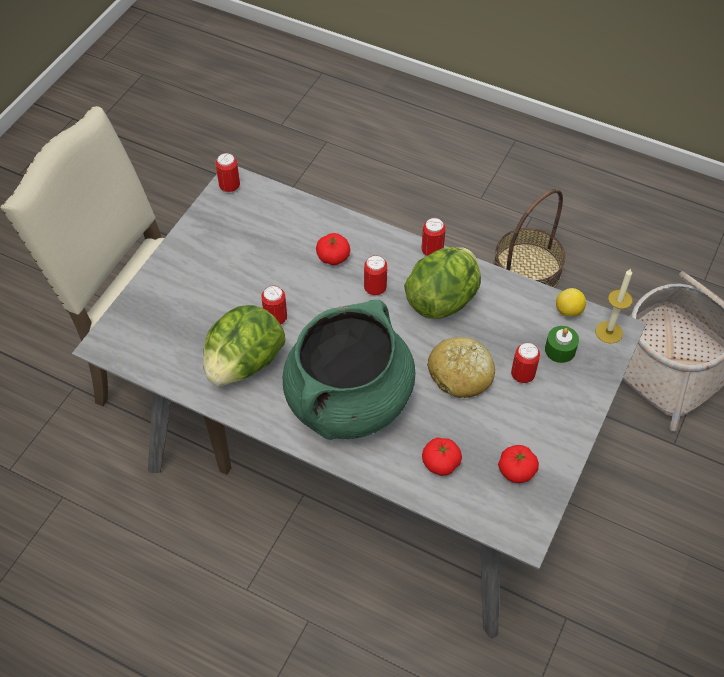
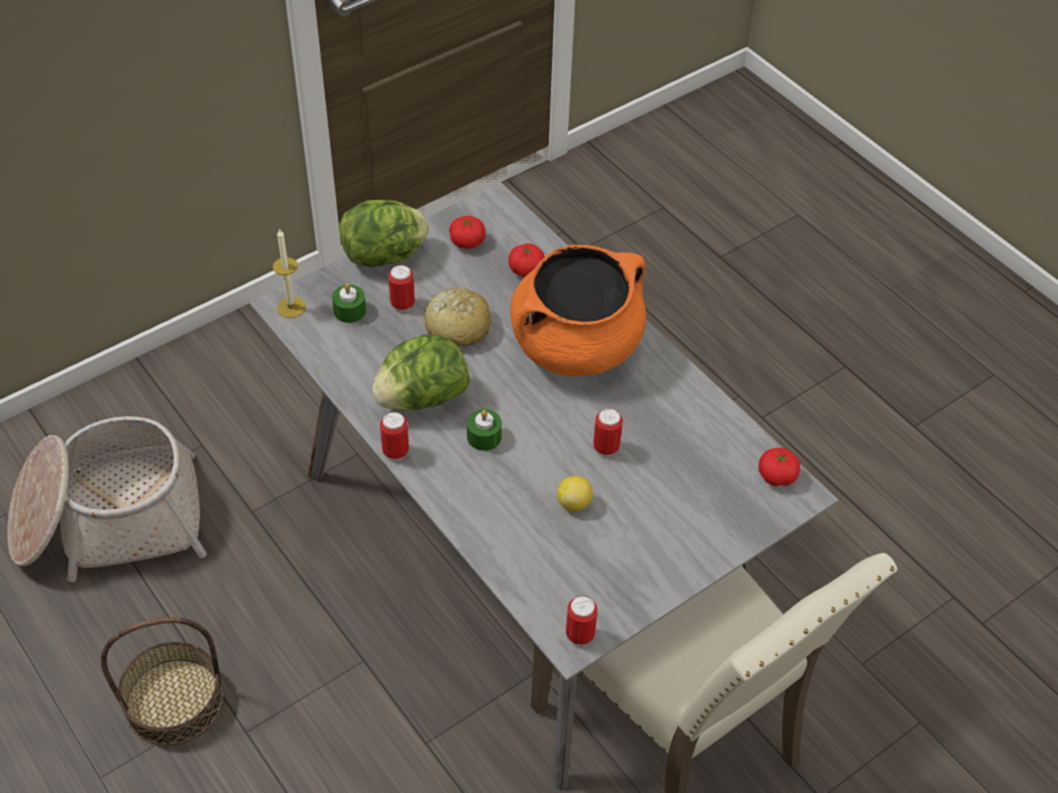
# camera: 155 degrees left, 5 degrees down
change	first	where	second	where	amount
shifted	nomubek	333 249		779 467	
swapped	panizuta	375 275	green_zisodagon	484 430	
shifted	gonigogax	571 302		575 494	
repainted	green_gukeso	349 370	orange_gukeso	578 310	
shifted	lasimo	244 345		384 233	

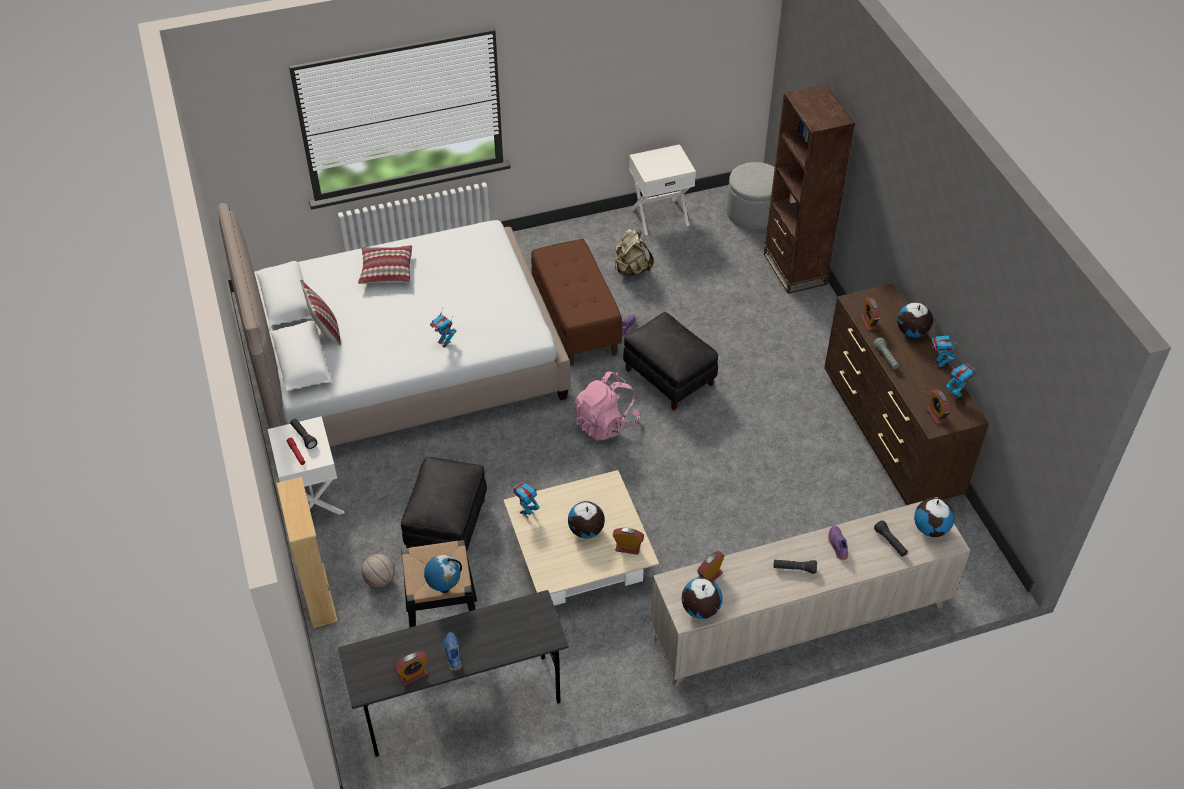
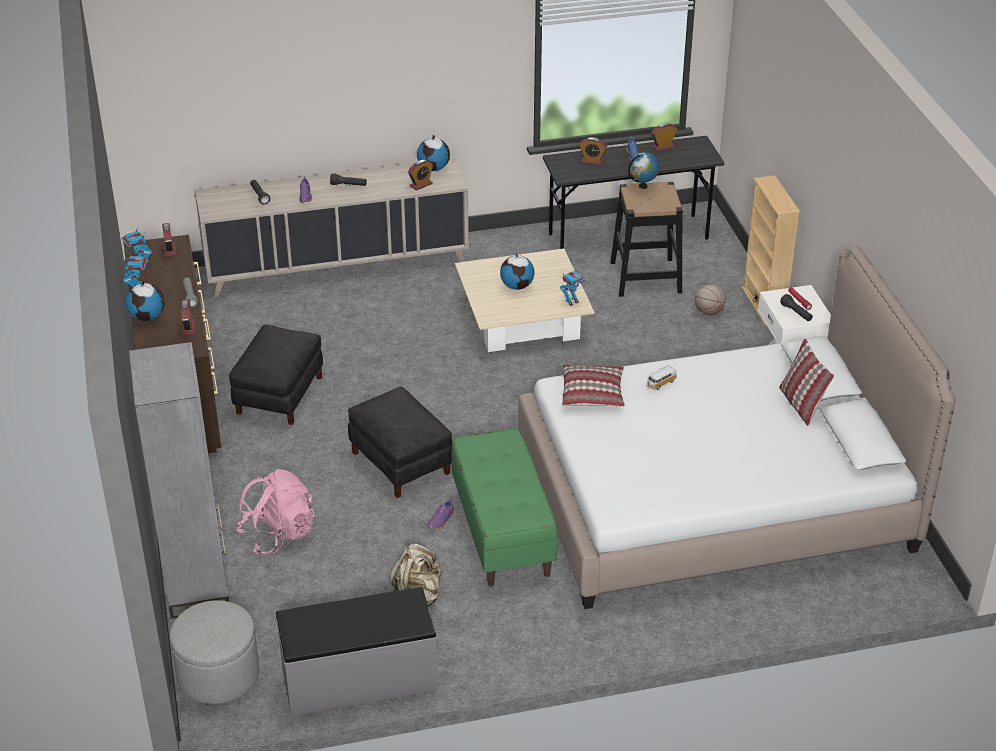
# camera: 175 degrees left, 10 degrees down
change	first	where	second	where	amount
repainted	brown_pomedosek	809 189	grey_pomedosek	179 480	
swapped	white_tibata	662 189	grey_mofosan	357 651	
repainted	brown_mofosan	576 302	green_mofosan	504 507	
shifted	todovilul	385 265		593 386	
swapped	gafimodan	443 329	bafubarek	662 377	
shifted	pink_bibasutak	607 406		276 512	
shifted	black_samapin	444 504		276 374	
gone	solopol	934 517			
shifted	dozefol	628 541		593 151	

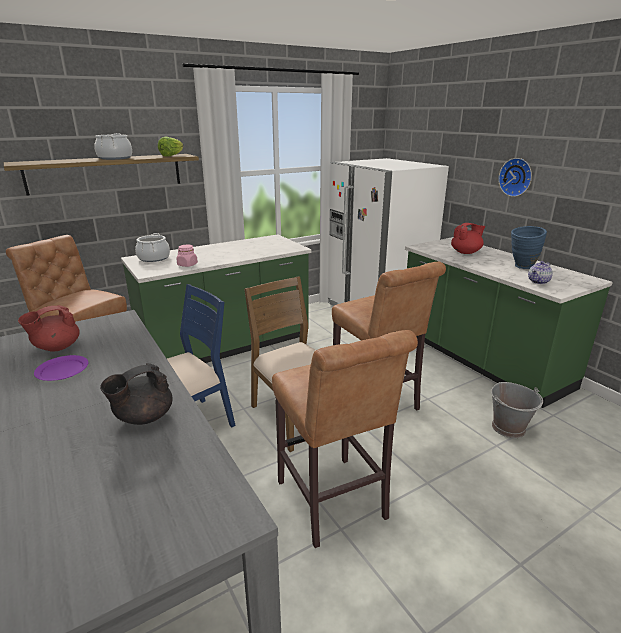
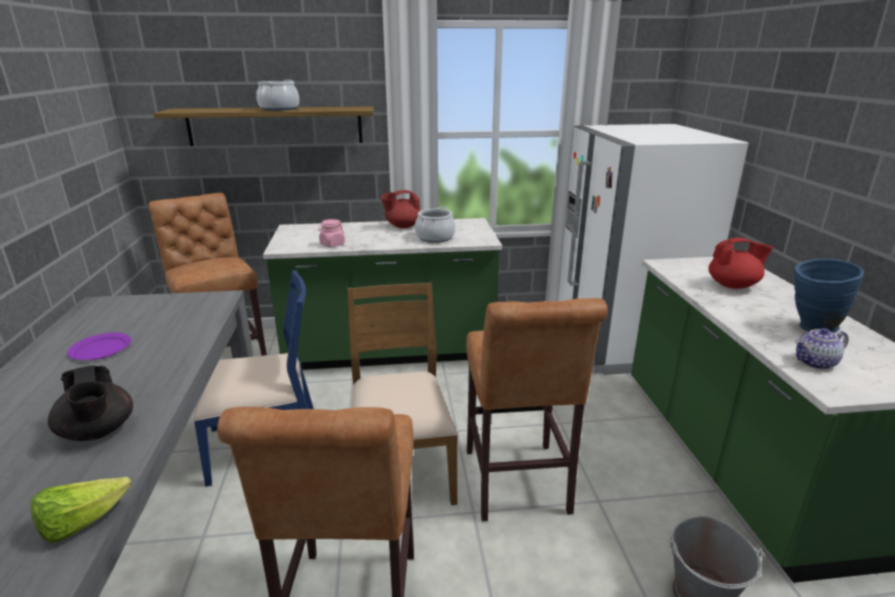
# camera: 25 degrees right, 0 degrees up
change	first	where	second	where	amount
shifted	lasimo	170 147		81 510	
gone	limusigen	515 177			
shifted	gukeso	152 247		435 225	
shifted	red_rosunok	49 328		401 209	
rotated	black_rosunok	136 394		90 403	105 degrees counterclockwise

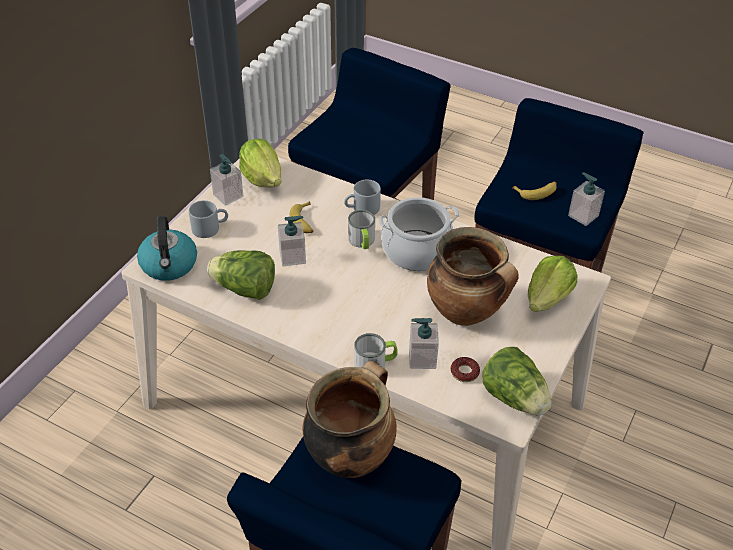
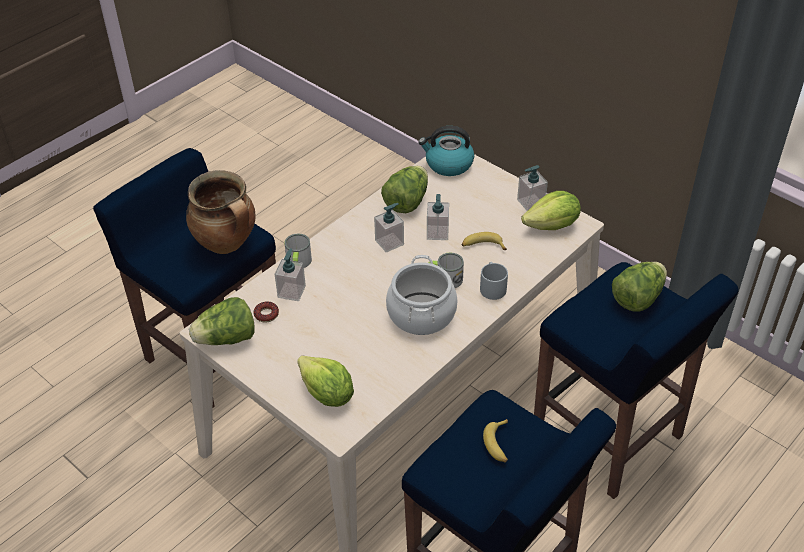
# camera: 105 degrees right, 0 degrees up
change	first	where	second	where	amount
shifted	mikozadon	586 199		389 228	
gone	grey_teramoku	208 219			
gone	gukeso	472 276			
new			lasimo	639 287	

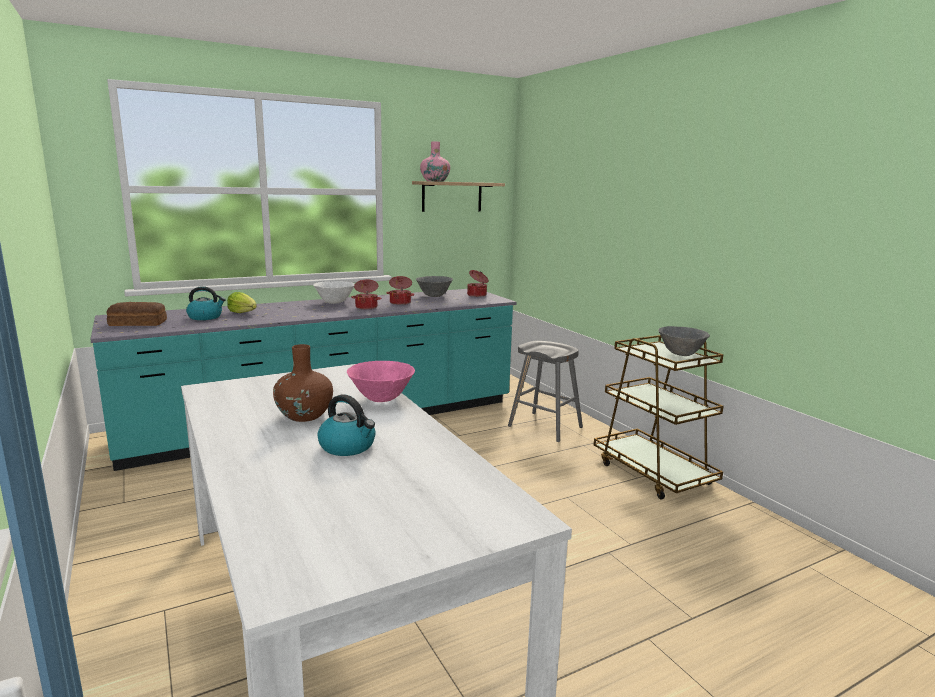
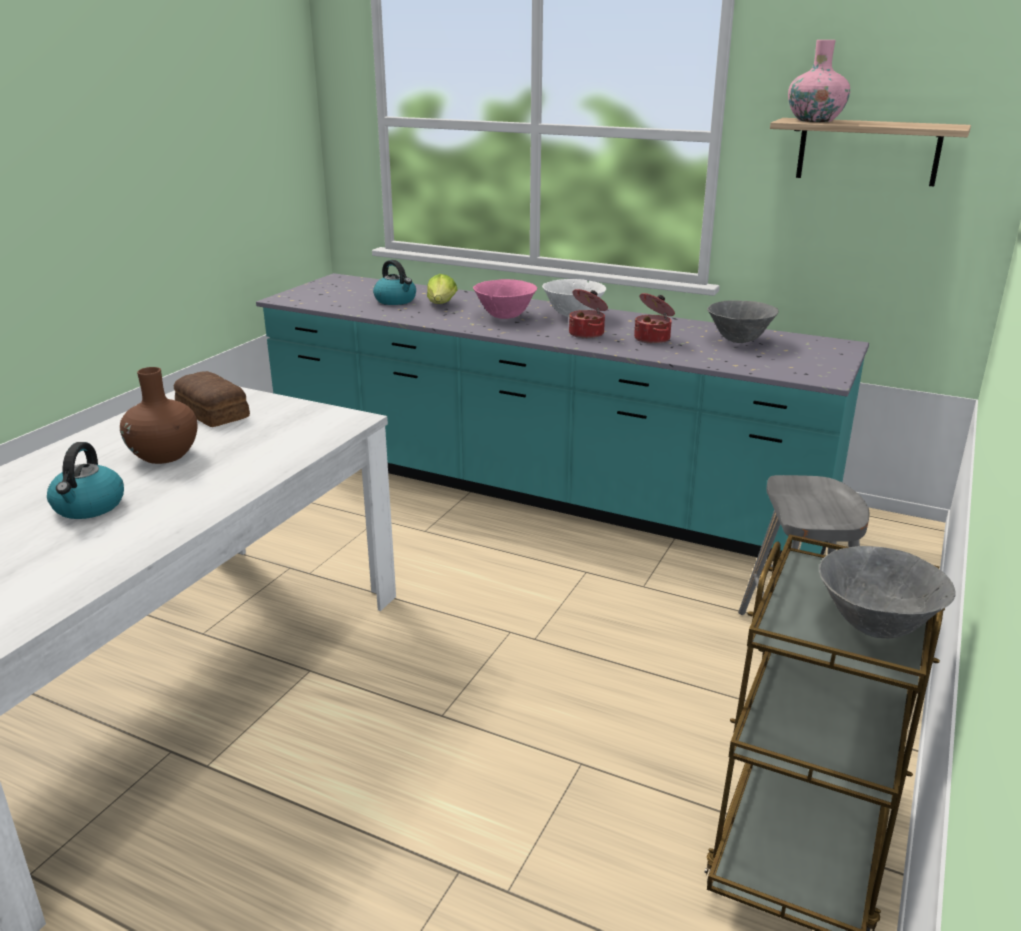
# camera: 55 degrees right, 10 degrees up
change	first	where	second	where	amount
gone	gukeso	477 283			
shifted	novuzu	137 314		212 399	
shifted	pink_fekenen	381 381		505 299	

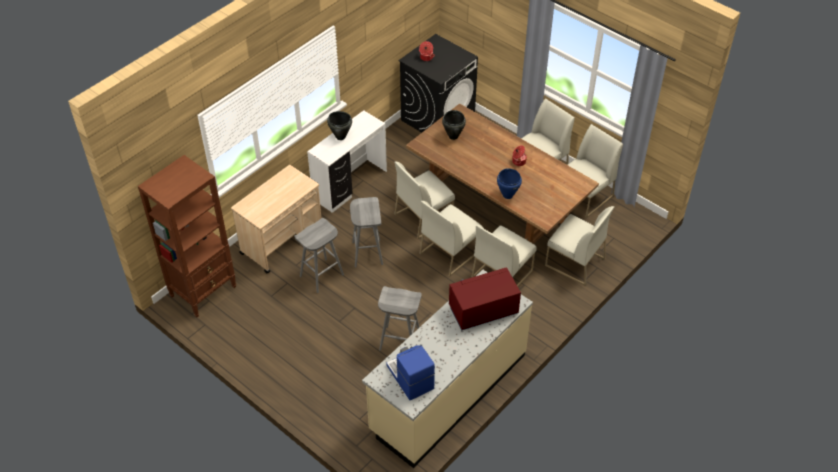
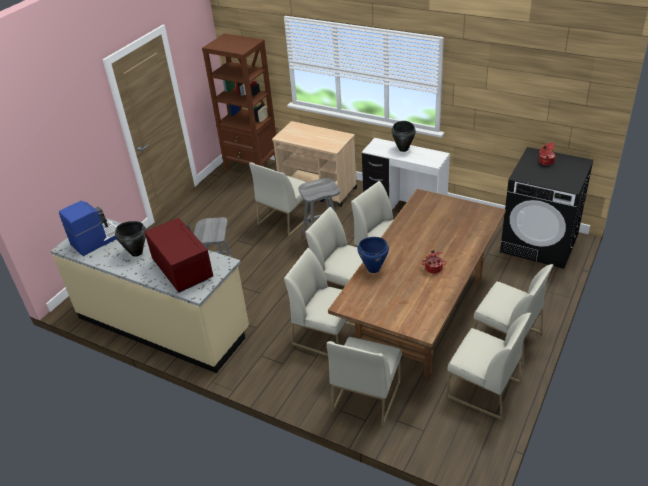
# camera: 80 degrees right, 10 degrees down
change	first	where	second	where	amount
shifted	black_gukeso	454 125		130 239	
swapped	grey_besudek	319 255	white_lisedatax	280 200	

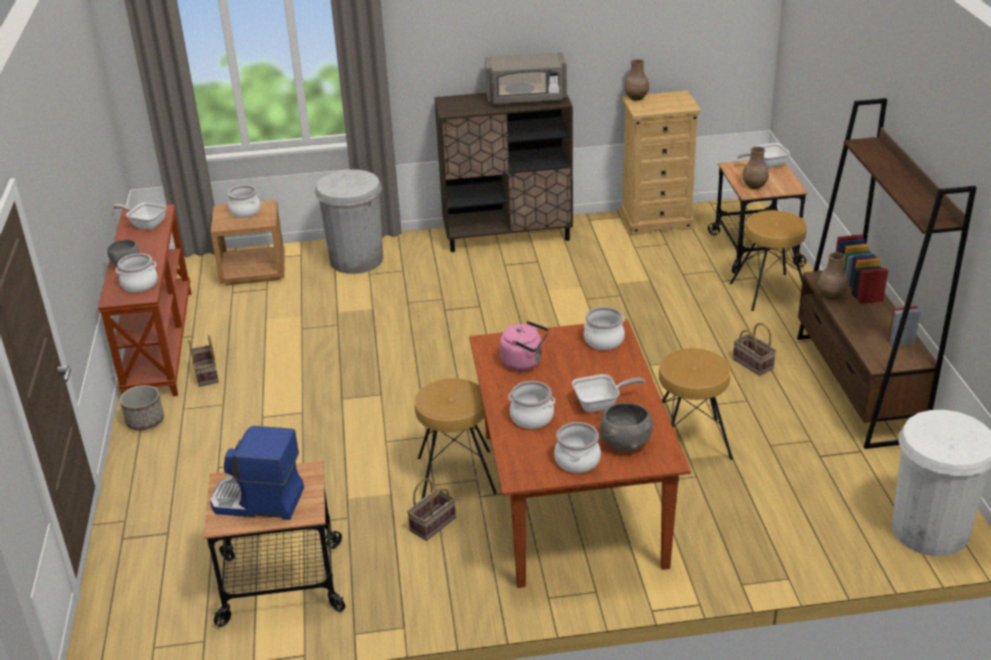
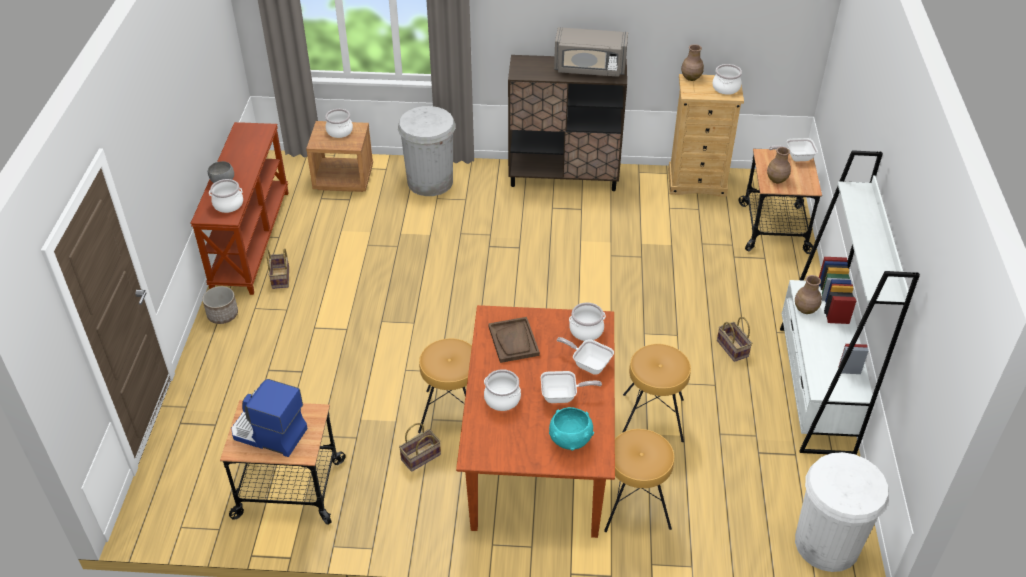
# camera: 10 degrees right, 10 degrees up
change	first	where	second	where	amount
repainted	brown_pomedosek	887 273	white_pomedosek	850 302	
shifted	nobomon	140 216		585 356	
shifted	brown_besudek	768 260		639 480	
swapped	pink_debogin	524 346	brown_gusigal	514 340	
repainted	grey_fekenen	627 427	turquoise_fekenen	571 428	
shifted	gukeso	577 447		727 79	

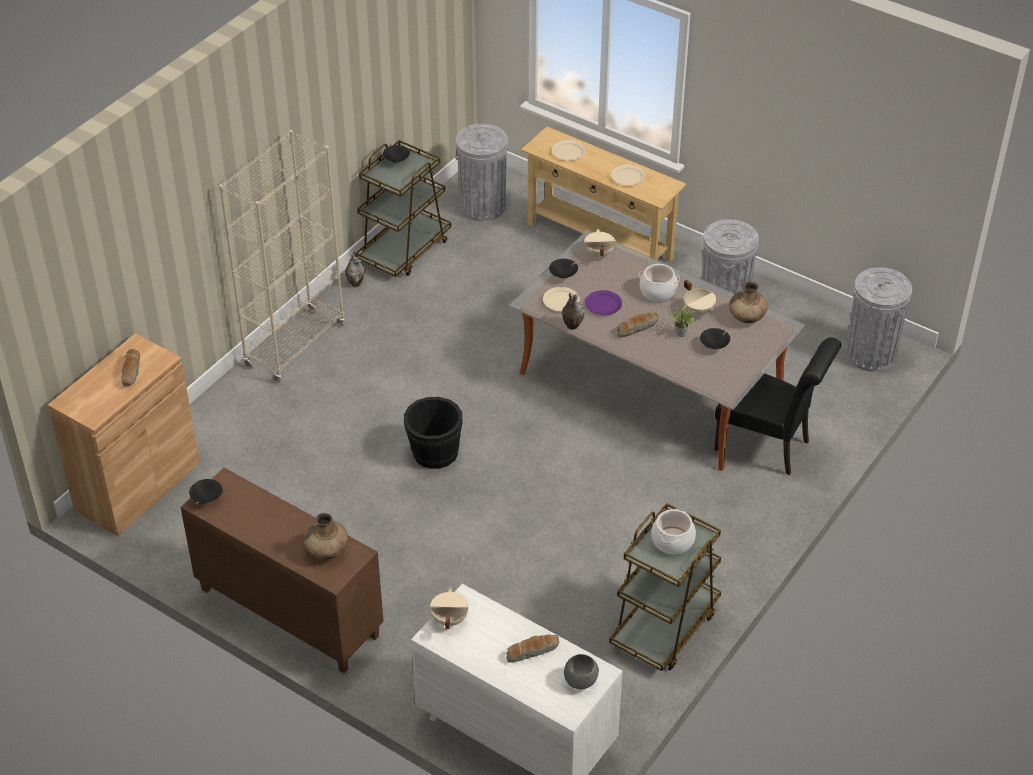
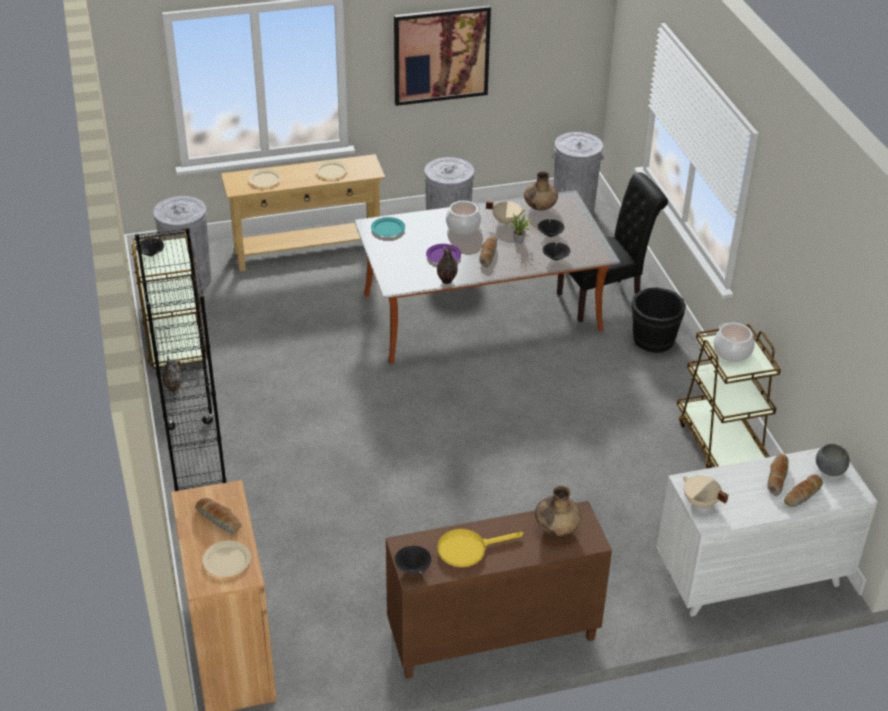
# camera: 50 degrees left, 5 degrees down
change	first	where	second	where	amount
repainted	beige_pomedosek	282 256	black_pomedosek	181 359	
swapped	beige_gukeso	600 244	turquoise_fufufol	388 227	
shifted	black_fekenen	563 268		556 251	
shifted	beige_fufufol	561 299		226 559	
shifted	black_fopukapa	433 433		659 320	
new			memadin	442 55	
new			novuzu	803 490	
new			yellow_nobomon	480 548	

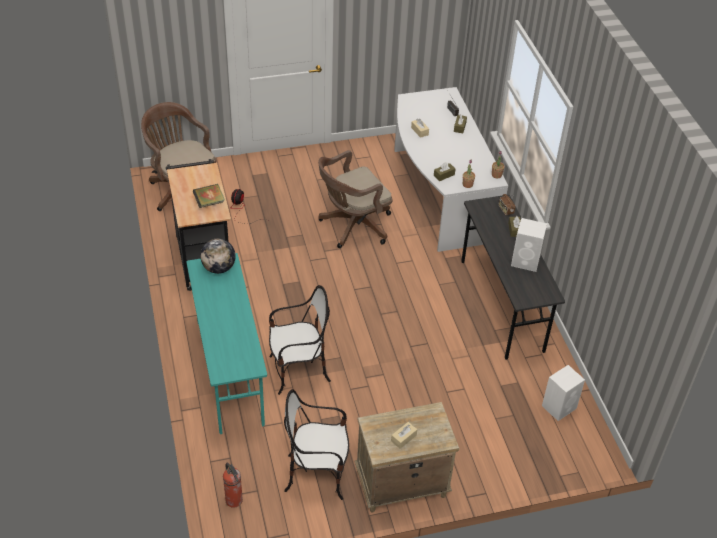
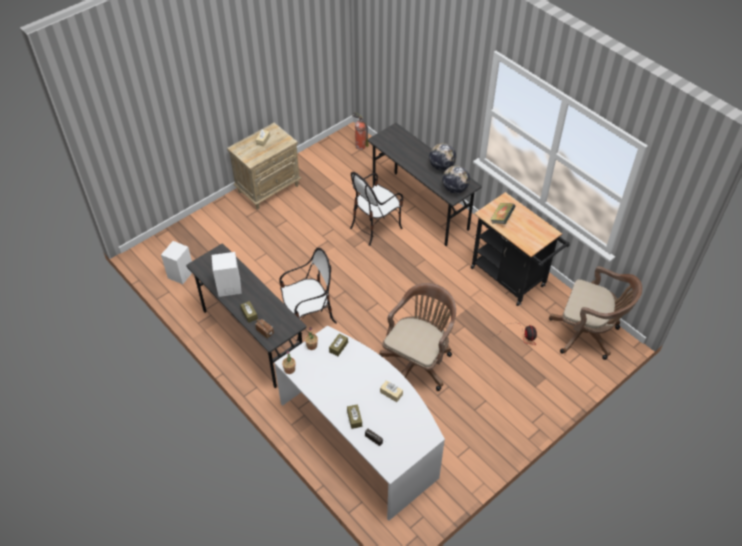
# camera: 155 degrees right, 5 degrees up
change	first	where	second	where	amount
repainted	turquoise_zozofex	226 343	grey_zozofex	425 184	
shifted	lisedatax	316 444		308 294	
new			solopol	442 157	

